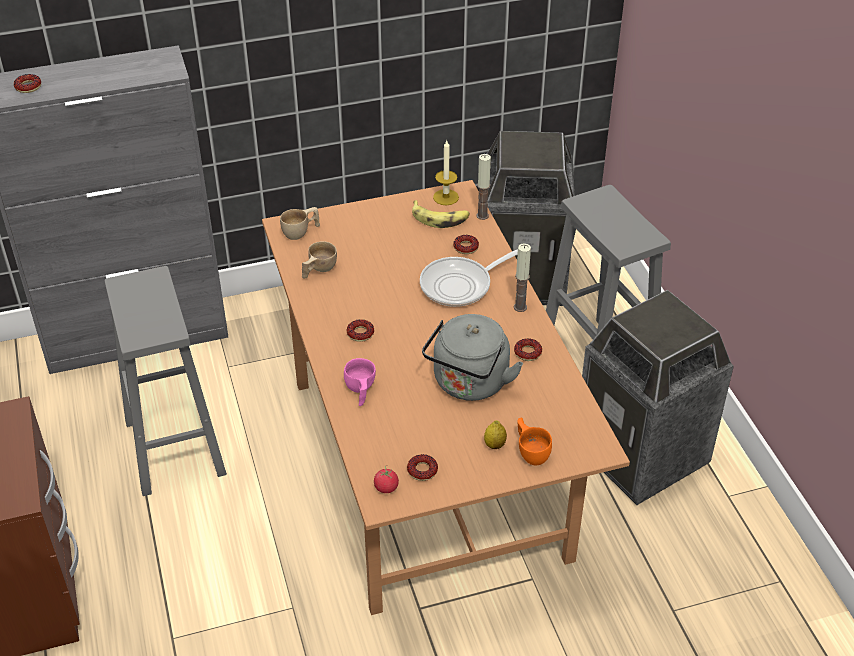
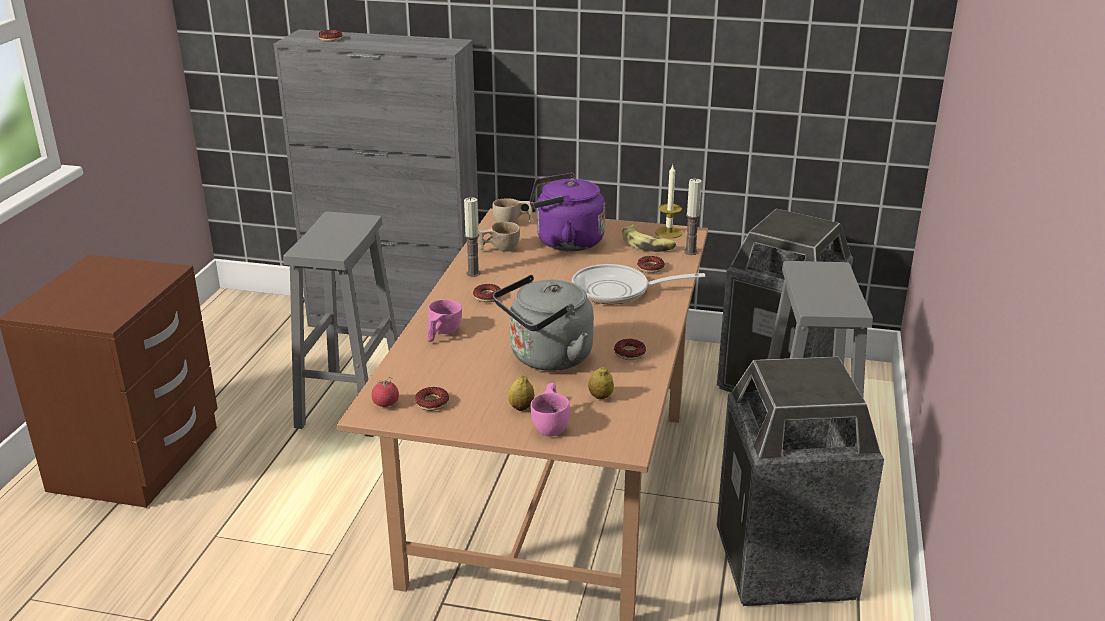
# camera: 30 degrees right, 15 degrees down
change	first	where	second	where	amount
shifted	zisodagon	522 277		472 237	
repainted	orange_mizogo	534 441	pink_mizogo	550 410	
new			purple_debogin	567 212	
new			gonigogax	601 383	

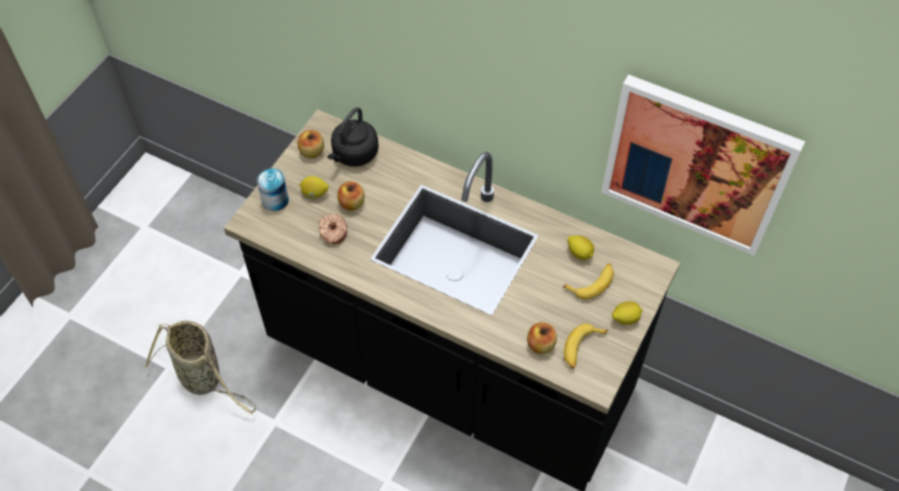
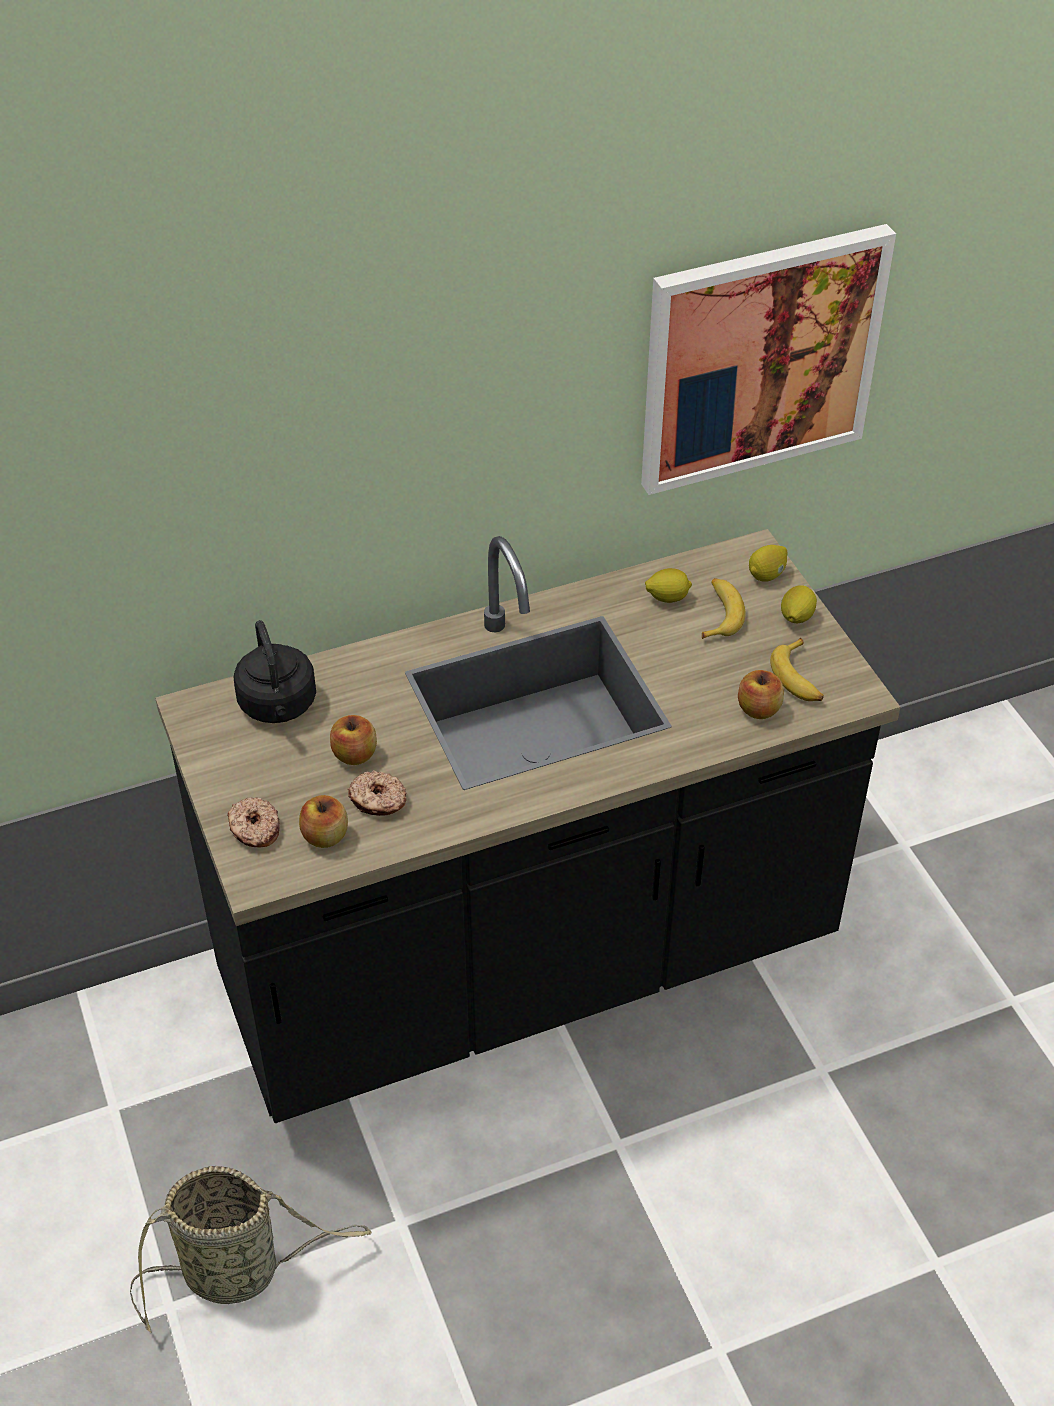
# camera: 50 degrees left, 10 degrees down
change	first	where	second	where	amount
shifted	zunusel	310 144		323 821	
swapped	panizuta	273 189	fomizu	253 823	
shifted	gonigogax	314 187		768 563	

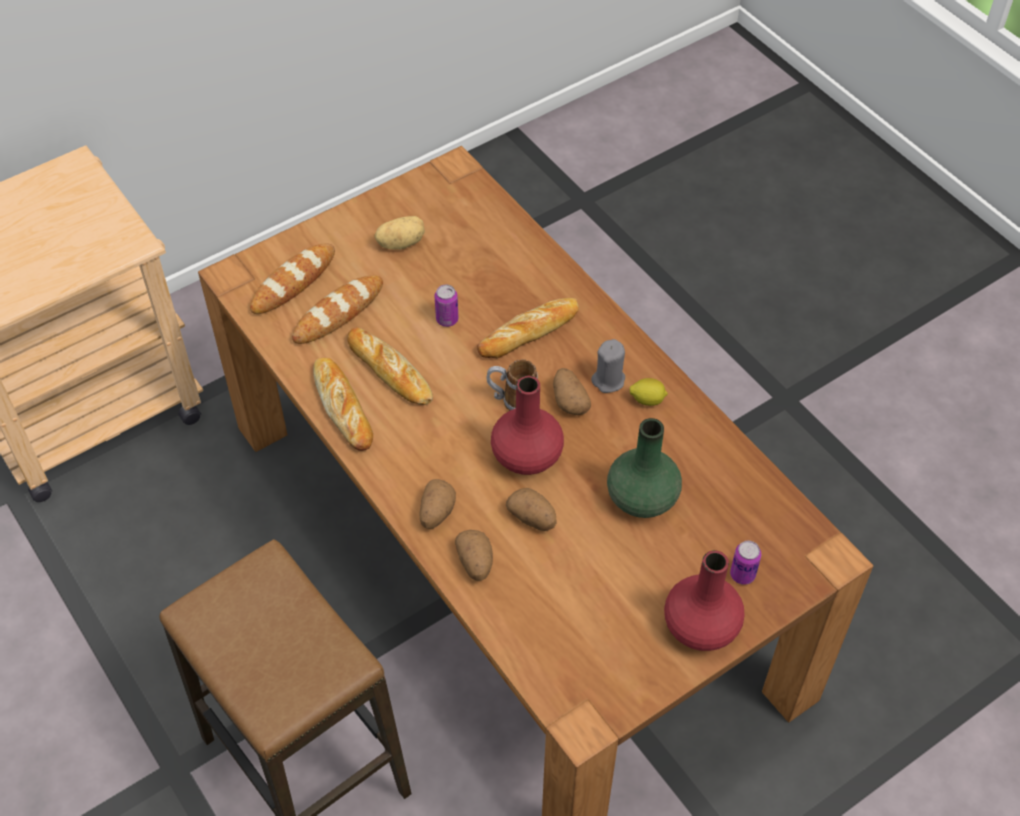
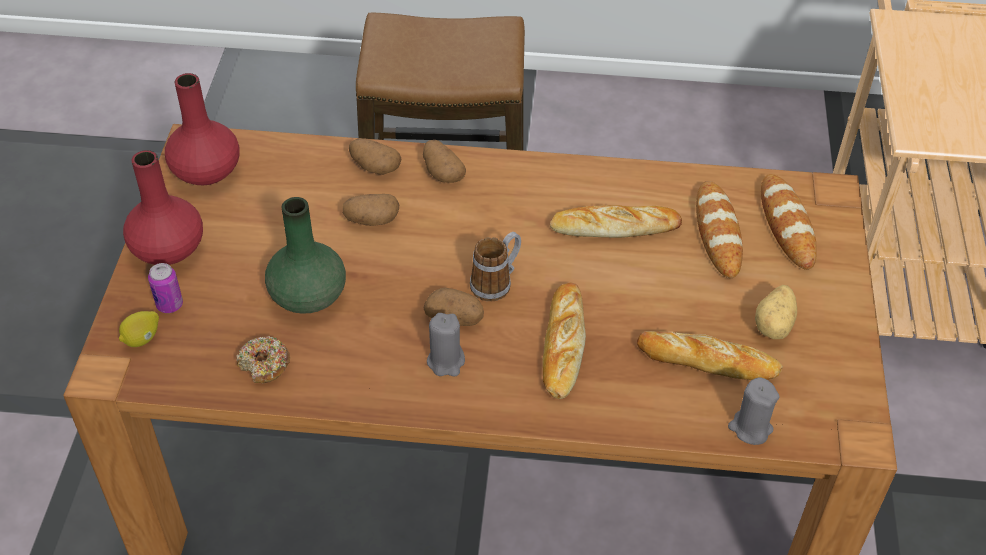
# camera: 130 degrees right, 5 degrees down
change	first	where	second	where	amount
gone	panizuta	446 305			
shifted	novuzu	343 404		710 355	
shifted	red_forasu	527 425		202 129	
shifted	gonigogax	649 392		139 329	
new			fomizu	263 359	
new			grey_zisodagon	754 411	

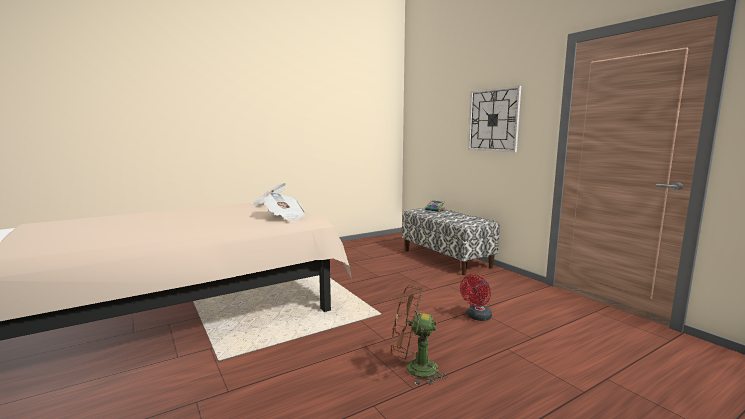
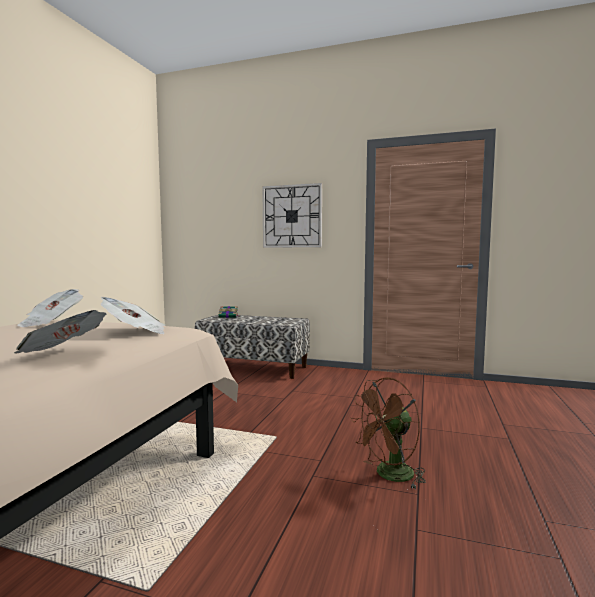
# camera: 40 degrees left, 5 degrees down
change	first	where	second	where	amount
gone	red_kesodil	476 297			
new			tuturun	60 332	

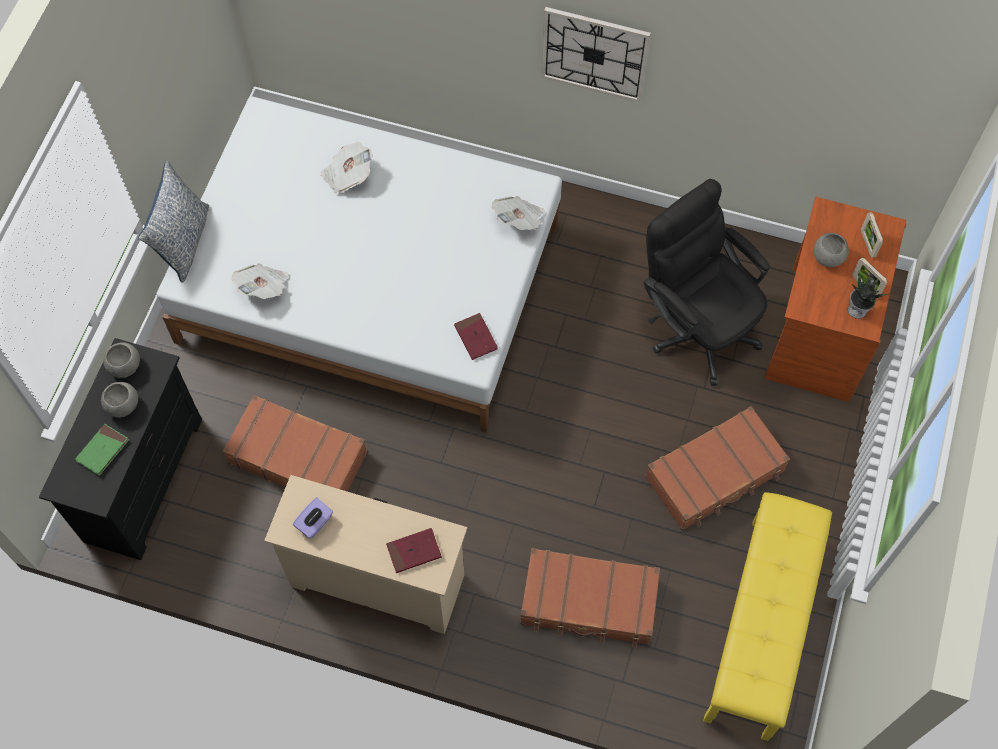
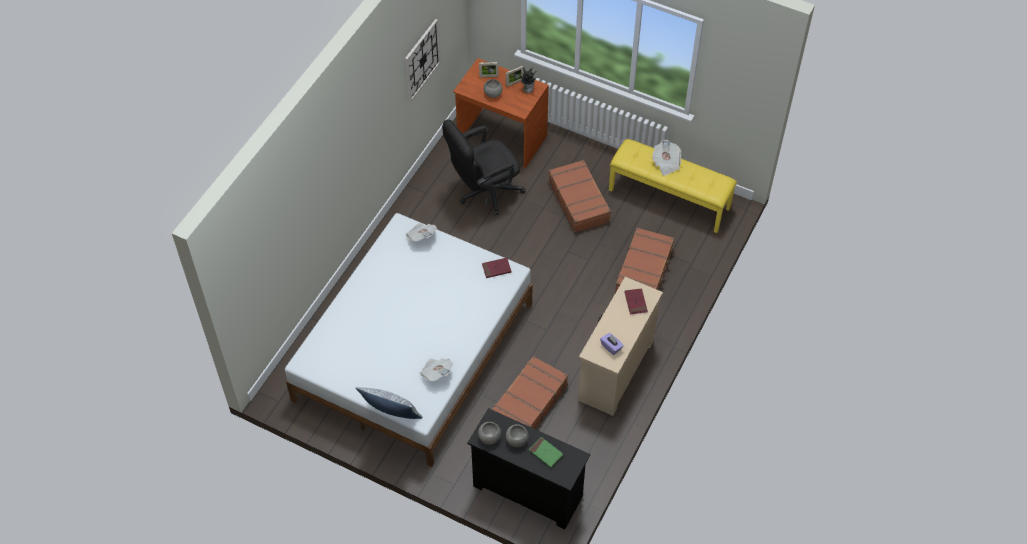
# camera: 80 degrees left, 10 degrees down
change	first	where	second	where	amount
shifted	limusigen	596 54		422 60	
shifted	tuturun	347 168		666 158	

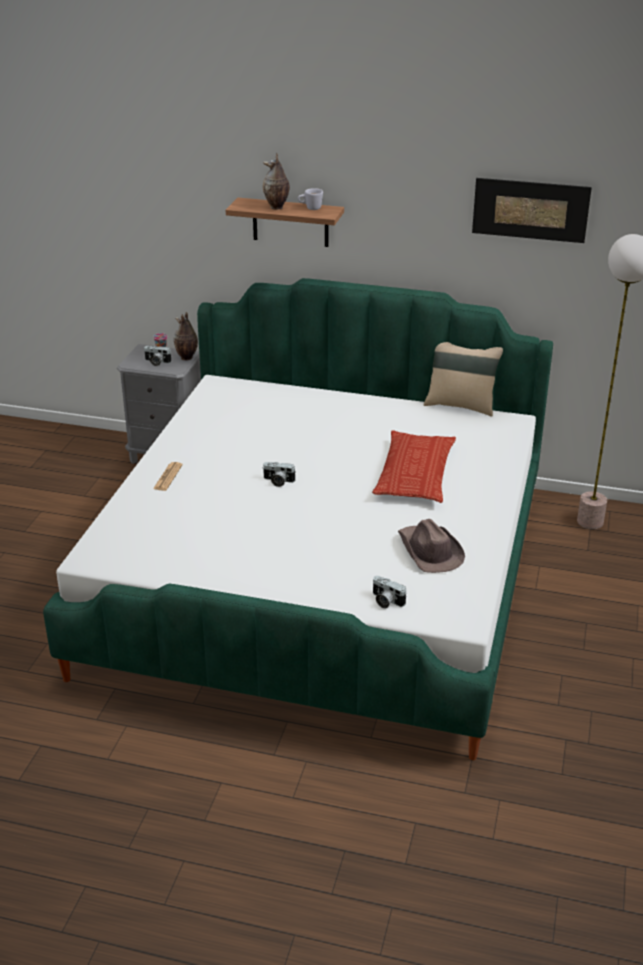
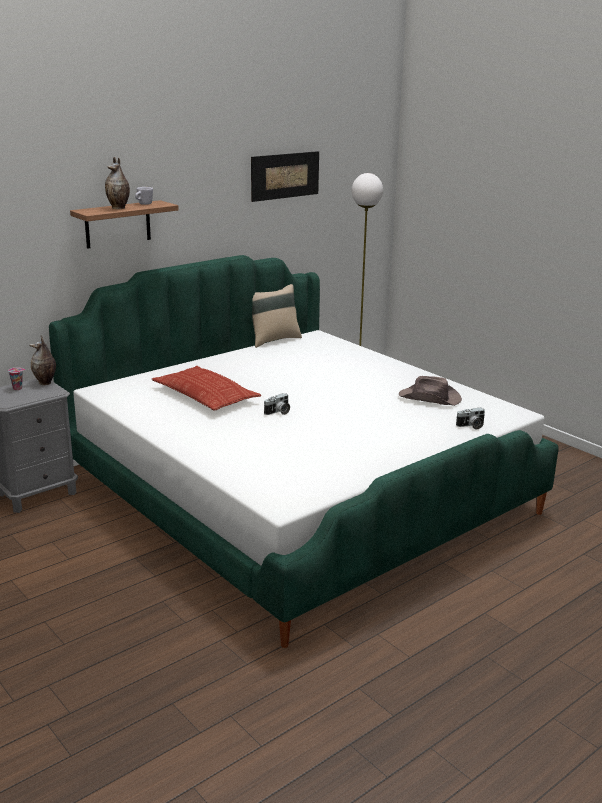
# camera: 55 degrees left, 10 degrees down
change	first	where	second	where	amount
gone	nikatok	157 356			
shifted	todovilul	414 467		206 388	
gone	tuturun	168 476			

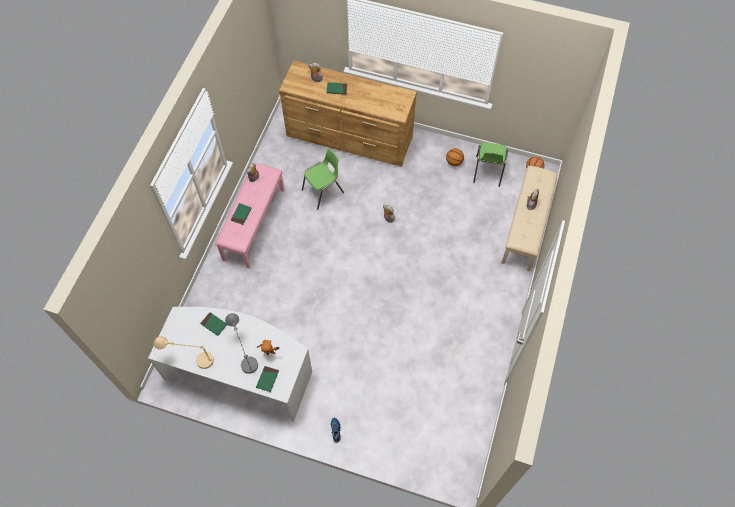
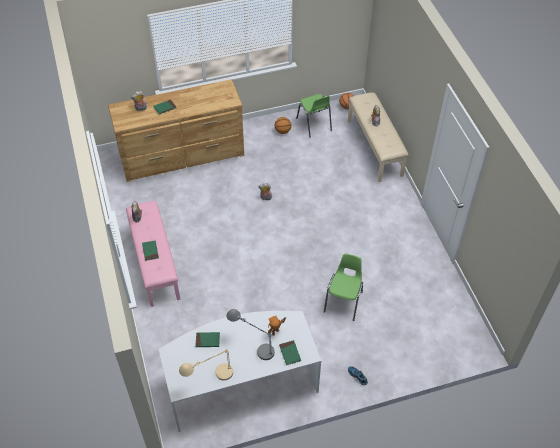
# camera: 35 degrees left, 10 degrees down
change	first	where	second	where	amount
shifted	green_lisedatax	323 179		343 287	

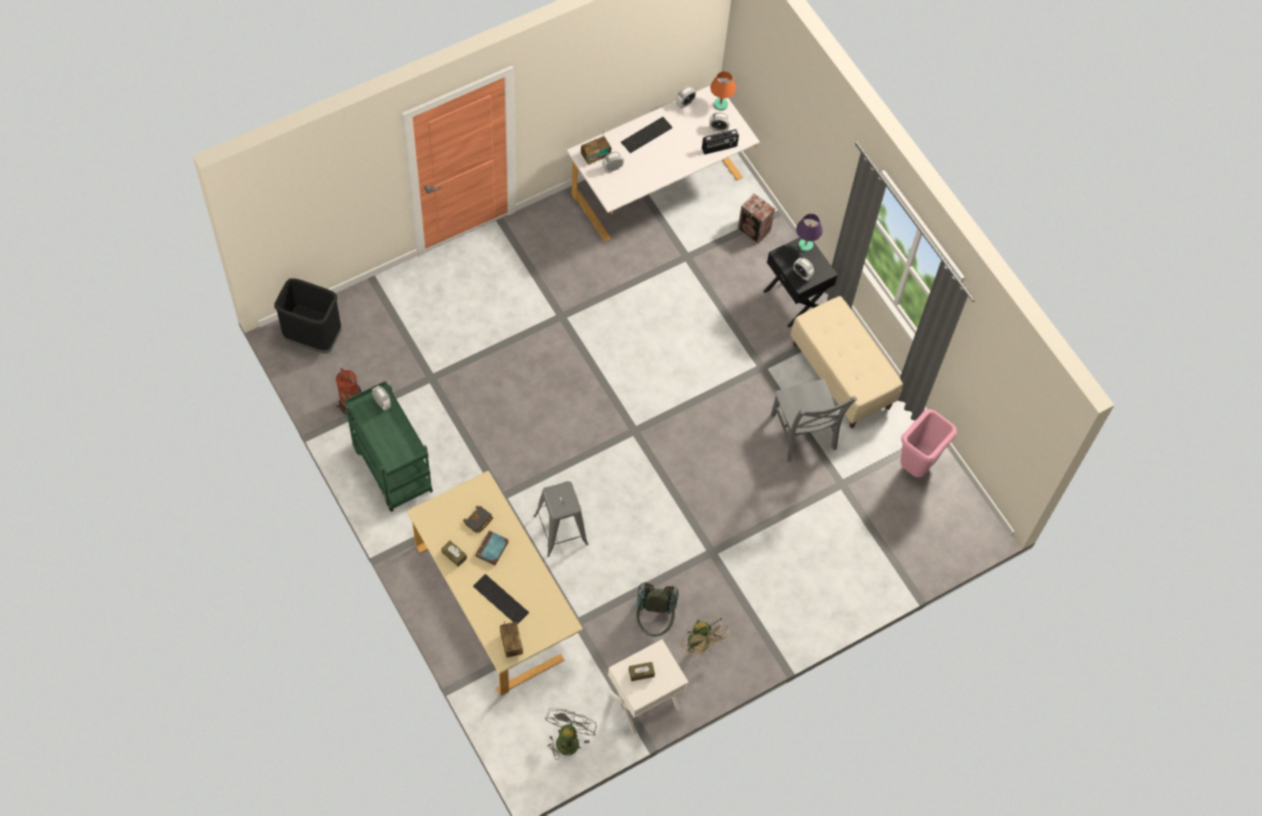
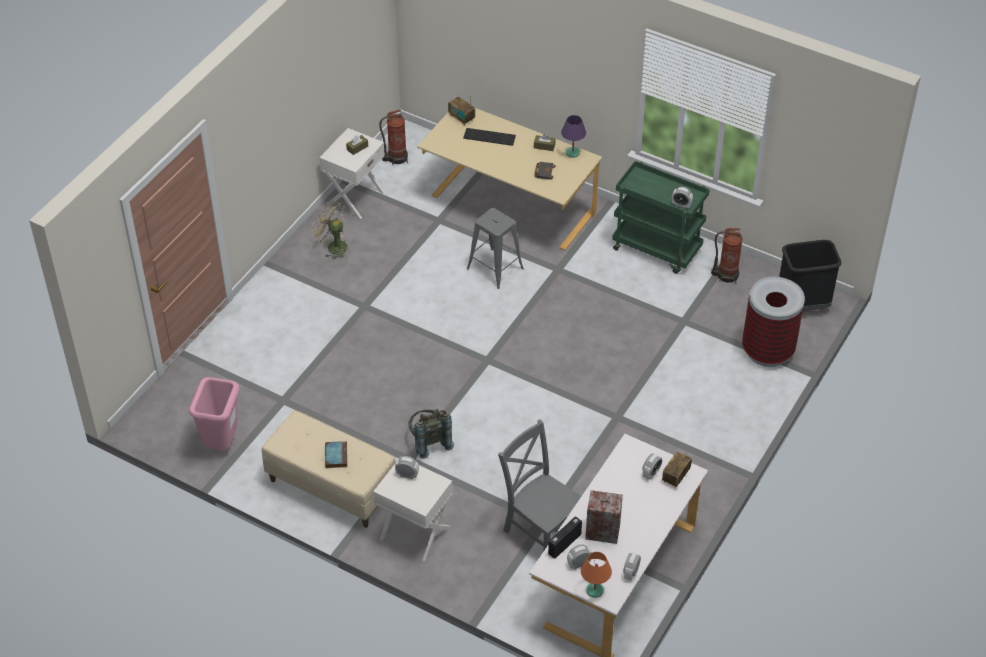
# camera: 155 degrees right, 15 degrees down
change	first	where	second	where	amount
gone	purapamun	646 135			
shifted	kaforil	756 219		604 517	
shifted	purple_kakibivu	809 233		573 136	
repainted	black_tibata	800 282	white_tibata	413 512	
shifted	grey_lisedatax	814 420		539 484	
shifted	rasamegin	492 548		336 454	
shifted	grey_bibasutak	656 609		431 434	
swapped	grey_kesodil	571 734	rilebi	393 137	
new			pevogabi	773 322	

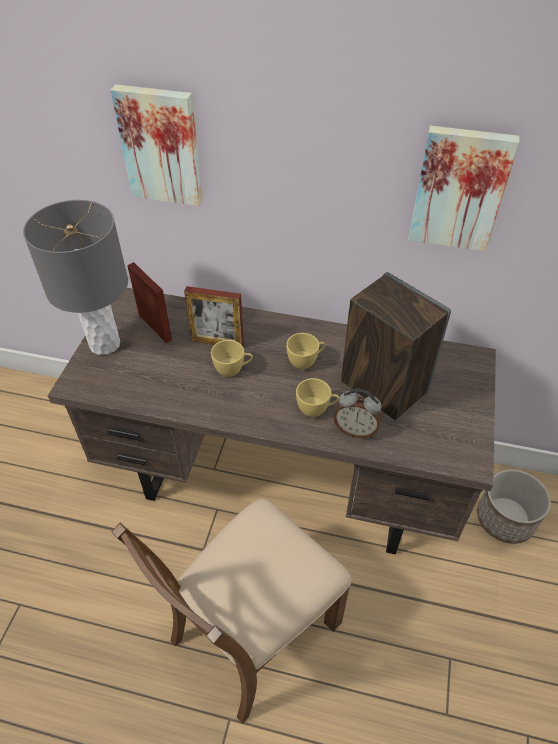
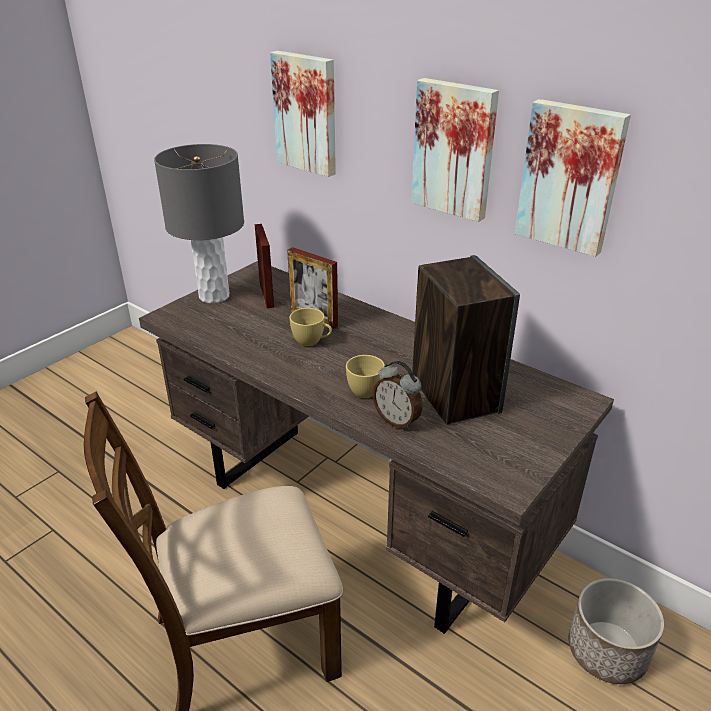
# camera: 25 degrees right, 15 degrees down
change	first	where	second	where	amount
gone	yellow_mizogo	305 351			
new			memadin	455 150	

